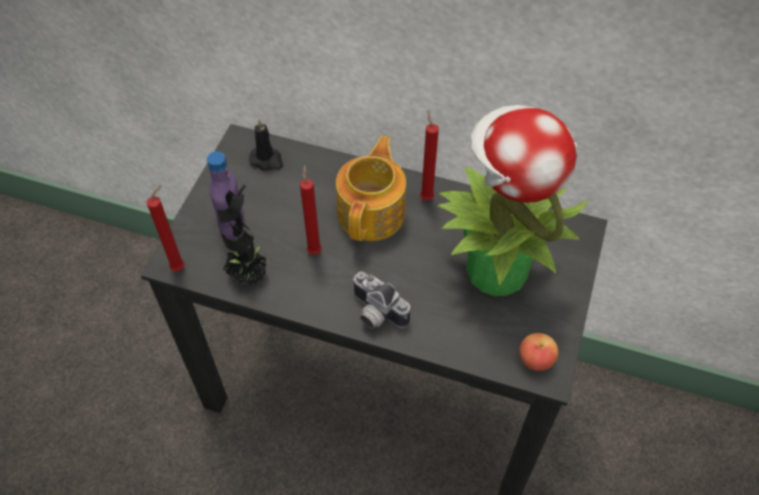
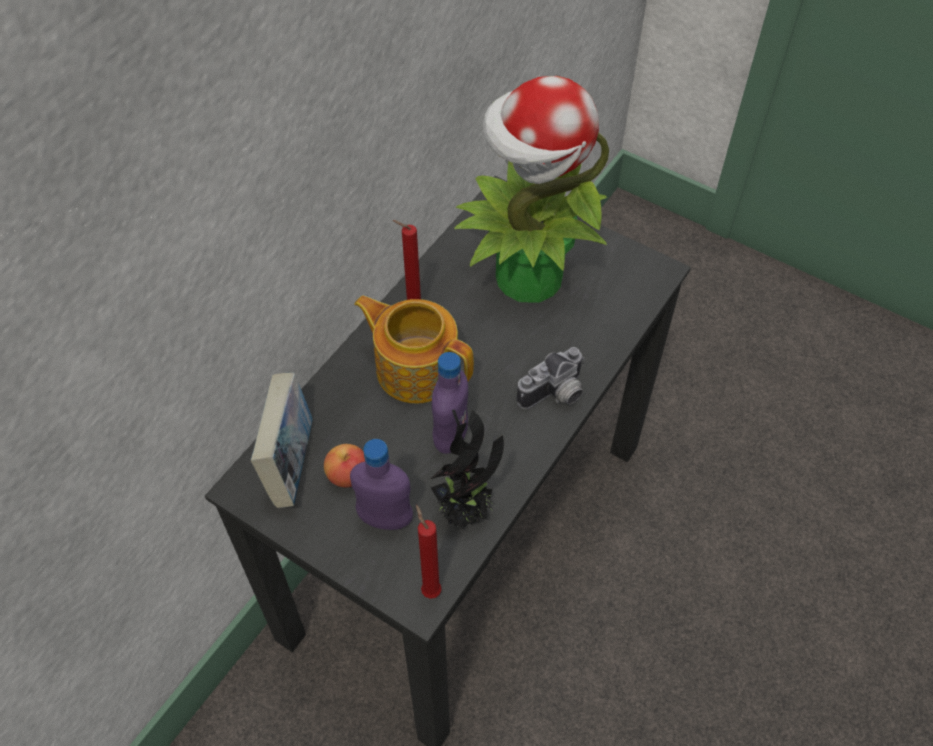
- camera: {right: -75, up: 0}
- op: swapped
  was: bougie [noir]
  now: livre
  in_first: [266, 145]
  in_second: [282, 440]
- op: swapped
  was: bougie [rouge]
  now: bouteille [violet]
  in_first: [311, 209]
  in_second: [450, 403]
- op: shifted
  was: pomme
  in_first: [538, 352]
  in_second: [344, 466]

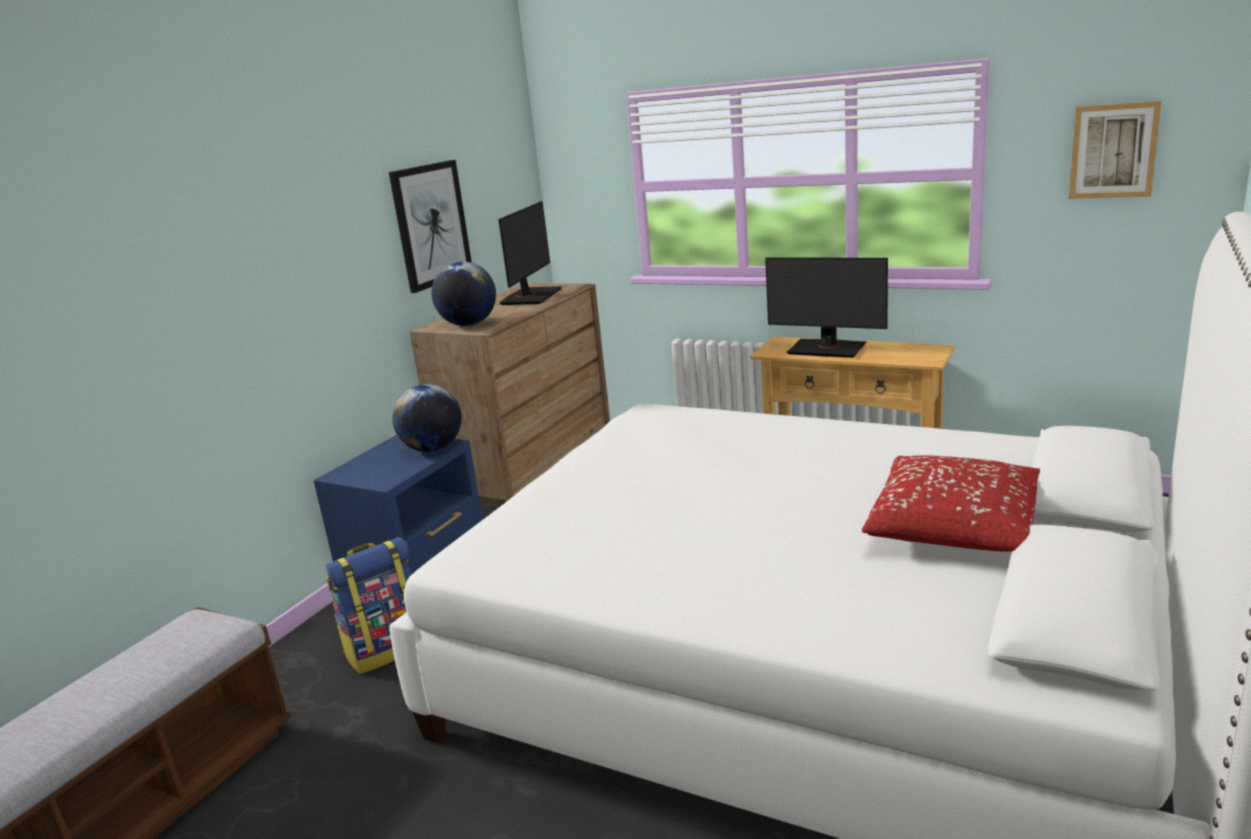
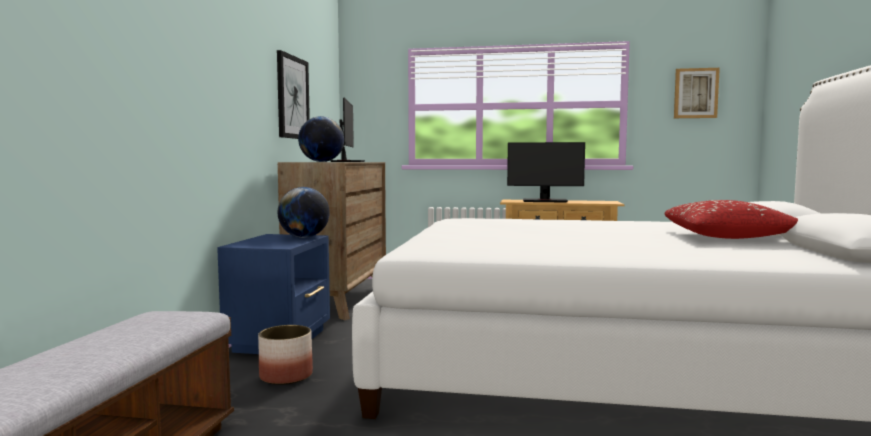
- camera: {right: -20, up: -15}
- op: swapped
  was: sac à dos
  now: cache-pot
  in_first: [369, 605]
  in_second: [285, 355]

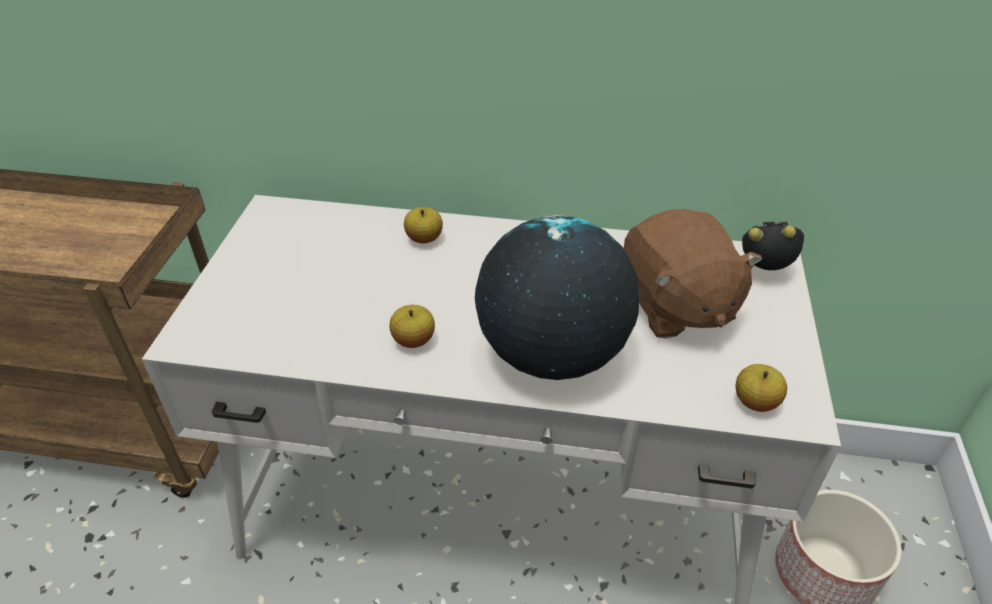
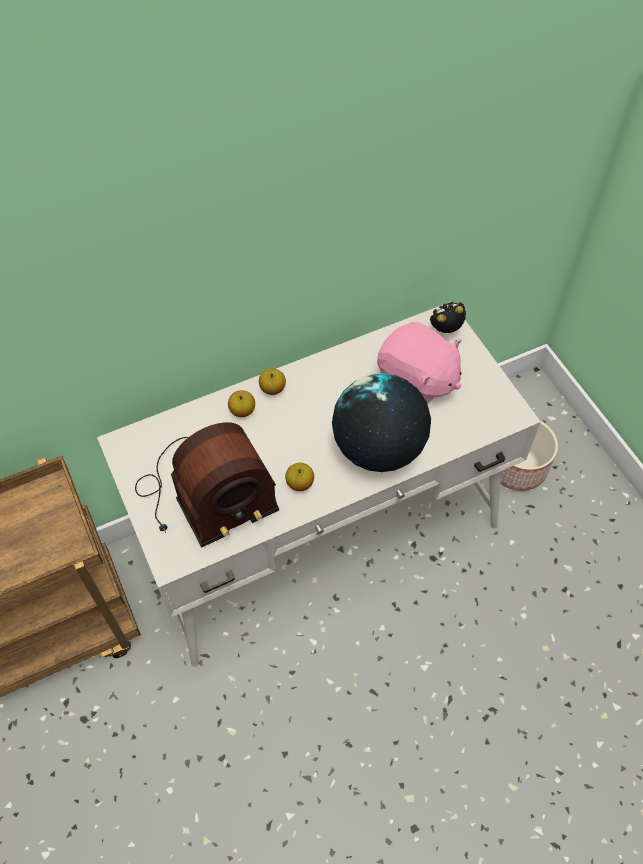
- camera: {right: -35, up: 15}
- op: repainted
  was: peluche [marron]
  now: peluche [rose]
  in_first: [693, 274]
  in_second: [419, 363]
- op: shifted
  was: pomme
  in_first: [761, 388]
  in_second: [272, 381]
- op: new
  now: radio
  in_second: [207, 485]

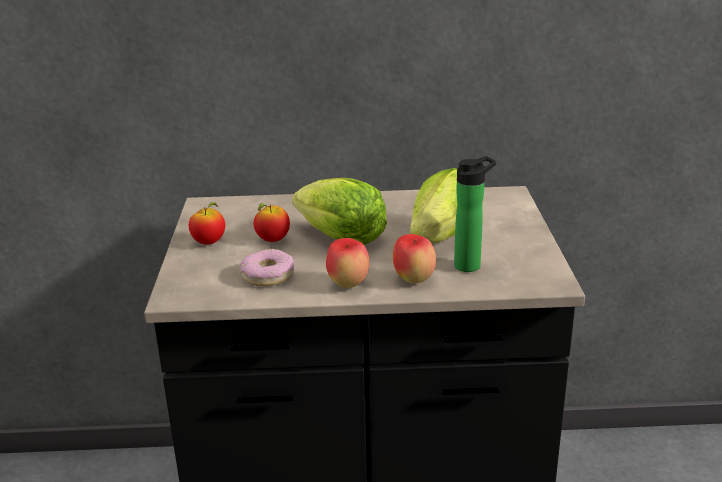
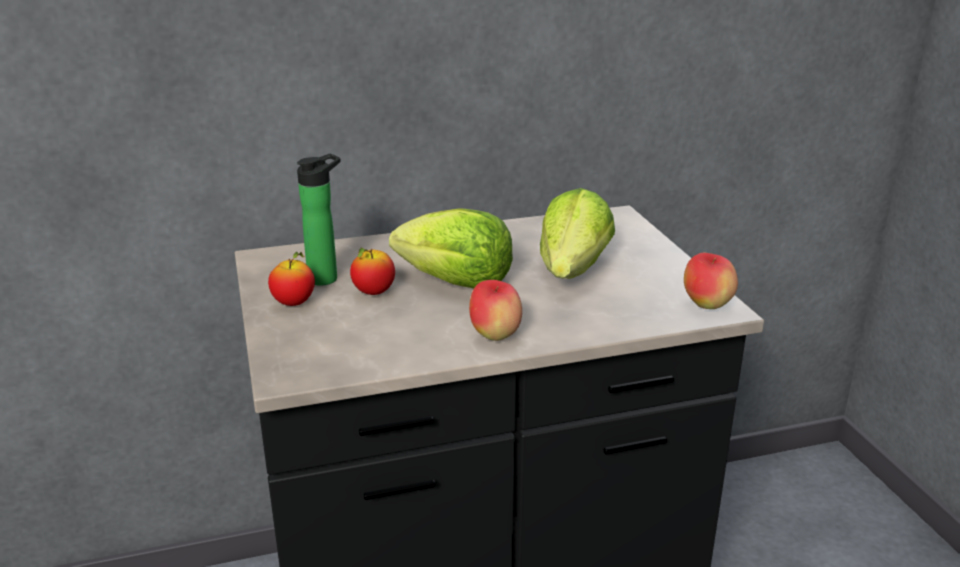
- camera: {right: -15, up: 0}
- op: gone
  was: beignet
  in_first: [267, 267]
- op: shifted
  was: pomme
  in_first: [414, 259]
  in_second: [711, 281]
- op: shifted
  was: bouteille
  in_first: [475, 214]
  in_second: [319, 220]

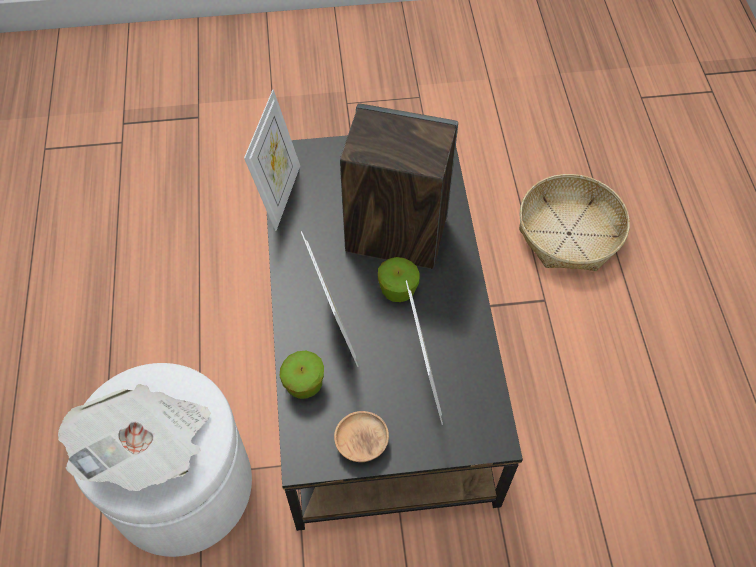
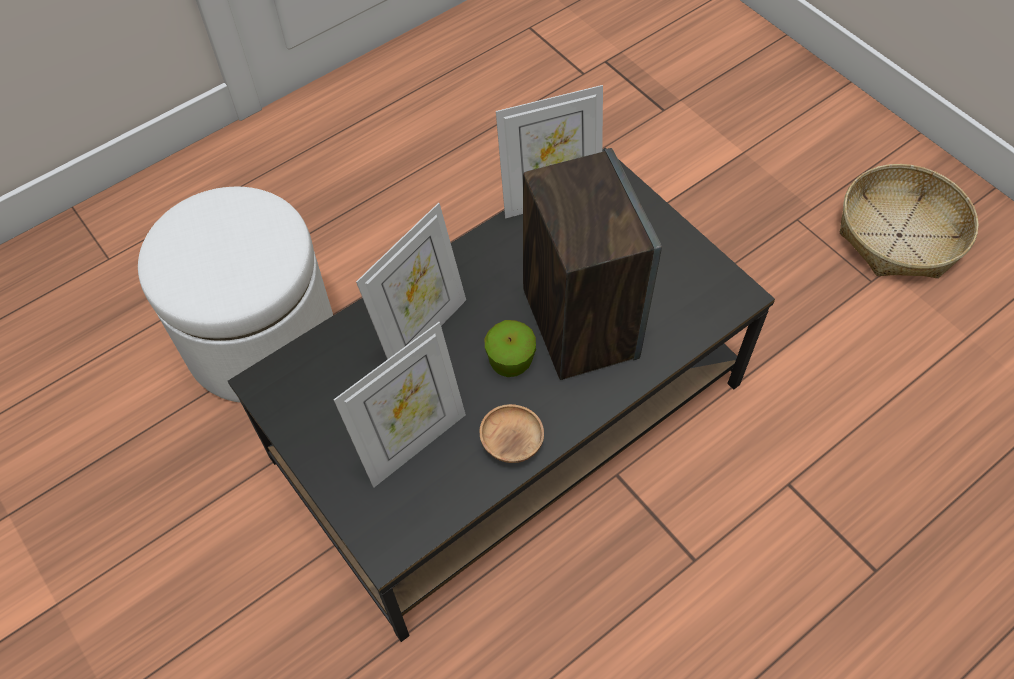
- camera: {right: 60, up: 0}
- op: gone
  was: journal
  in_first: [134, 437]
- op: gone
  was: pomme
  in_first: [302, 374]
- op: shifted
  was: bol [marron]
  in_first: [361, 436]
  in_second: [512, 433]
- op: shifted
  was: panier
  in_first: [574, 222]
  in_second: [909, 221]

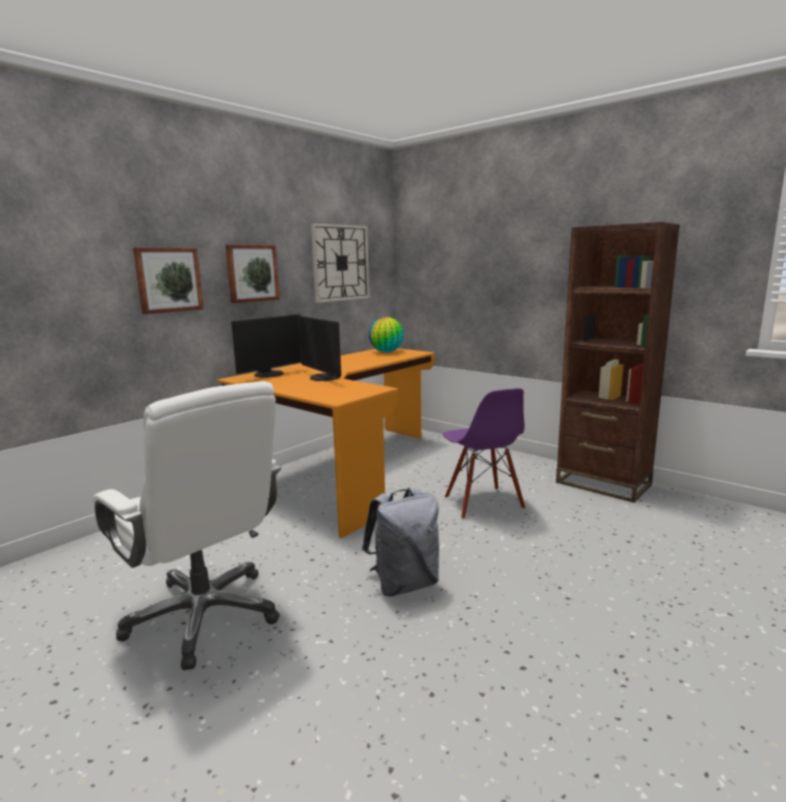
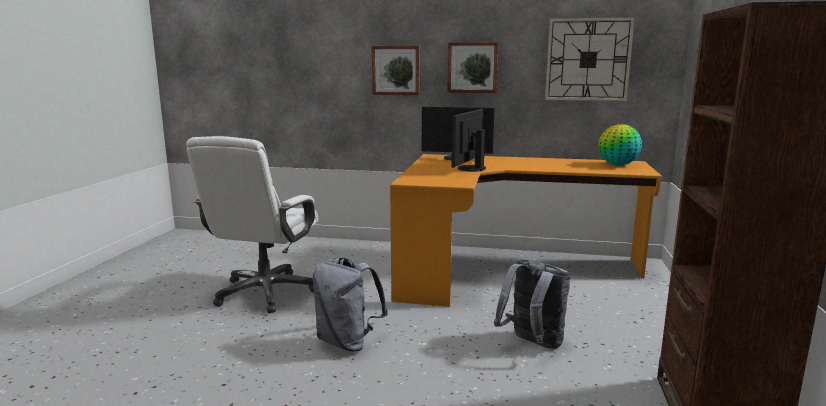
- camera: {right: 60, up: 0}
- op: swapped
  was: chaise [violet]
  now: sac à dos [gris]
  in_first: [484, 453]
  in_second: [532, 304]

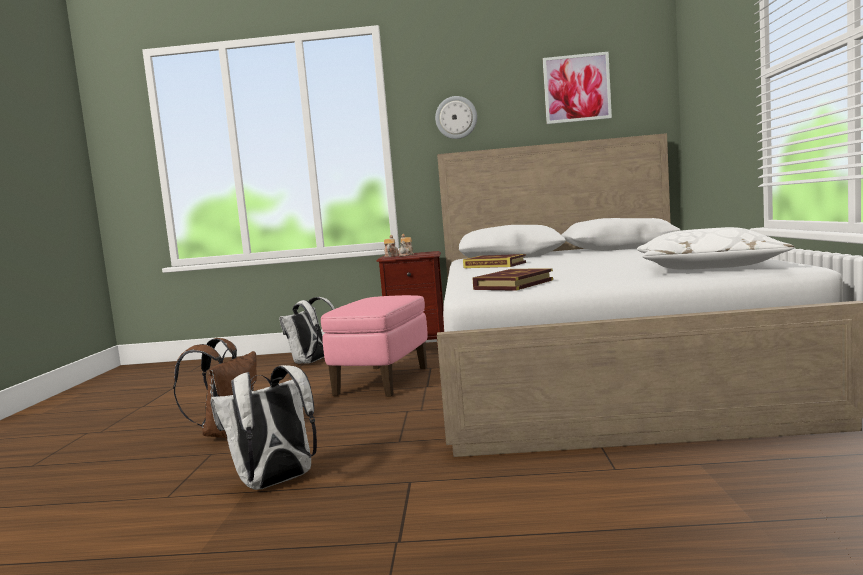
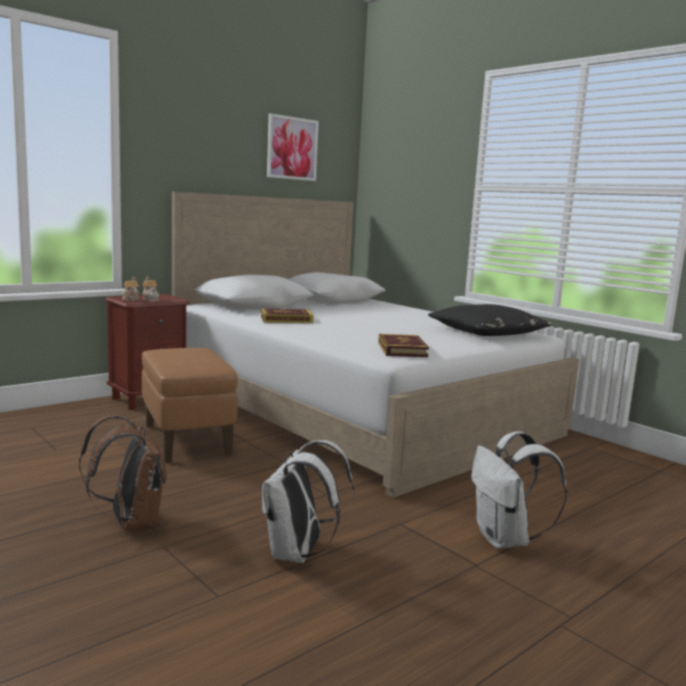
- camera: {right: -45, up: 5}
- op: shifted
  was: sac à dos [blanc]
  in_first: [307, 330]
  in_second: [519, 490]
- op: repainted
  was: pouf [rose]
  now: pouf [marron]
  in_first: [374, 346]
  in_second: [190, 405]
- op: gone
  was: horloge murale
  in_first: [456, 117]
- op: repainted
  was: coussin [blanc]
  now: coussin [noir]
  in_first: [716, 248]
  in_second: [490, 320]

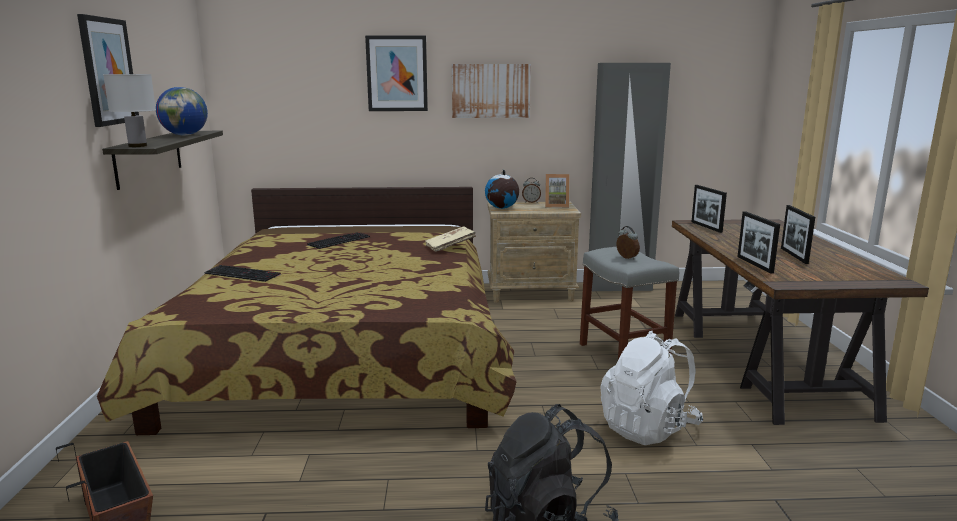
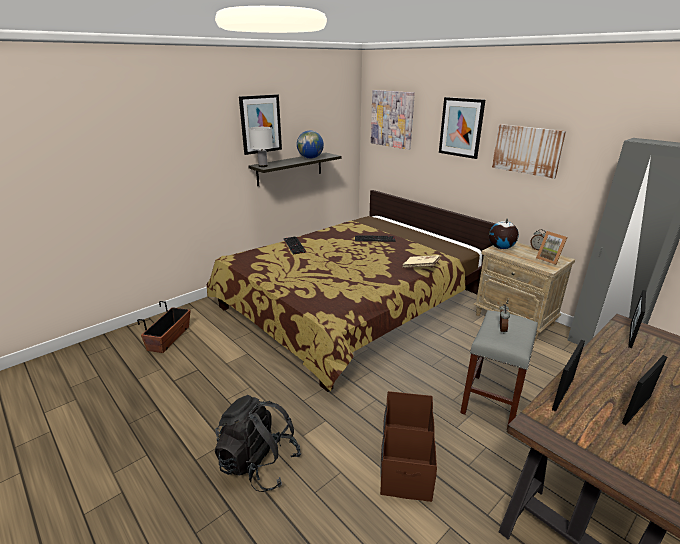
- camera: {right: 50, up: 10}
- op: swapped
  was: sac à dos [blanc]
  now: boîte de rangement [marron]
  in_first: [651, 388]
  in_second: [408, 446]
- op: new
  now: tableau
  in_second: [393, 120]

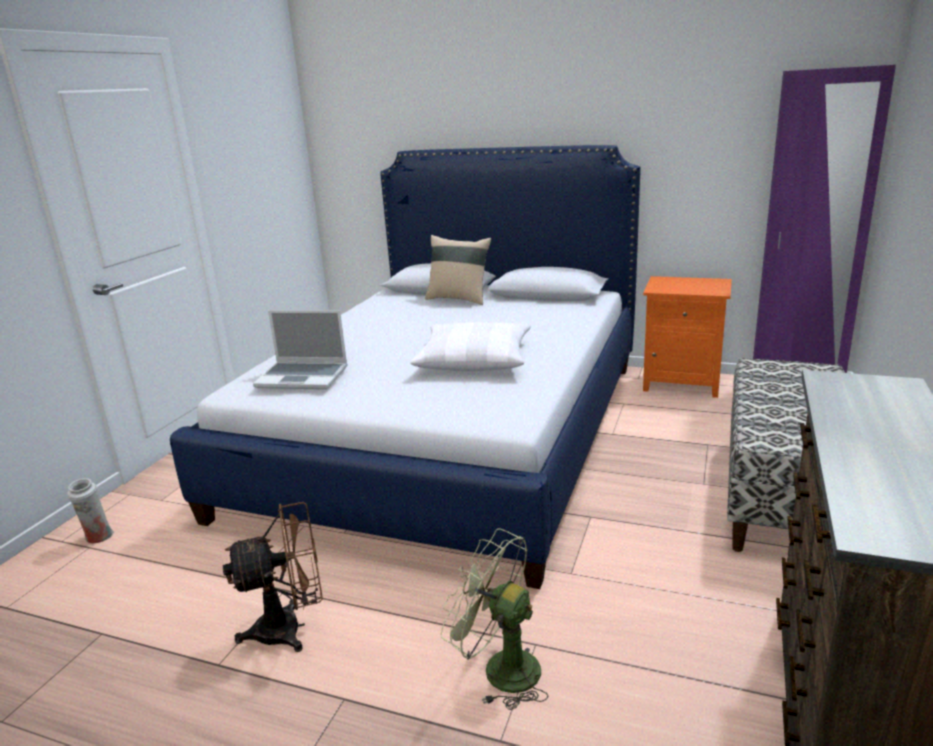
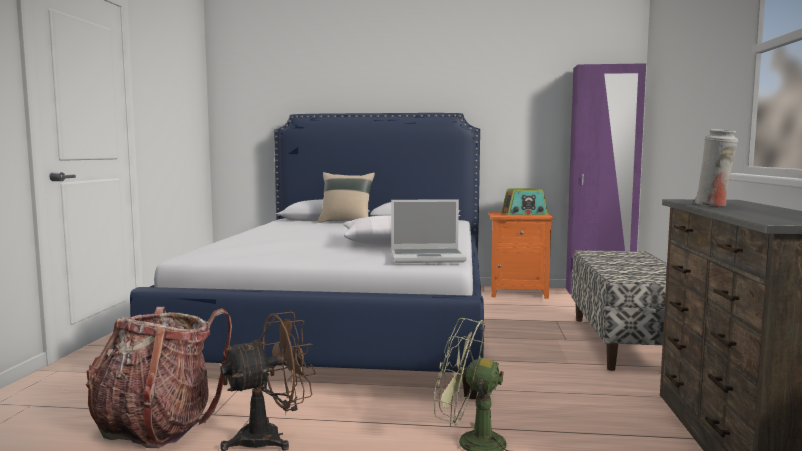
- camera: {right: -15, up: -15}
- op: shifted
  was: vase [blanc]
  in_first: [90, 510]
  in_second: [716, 167]
- op: shifted
  was: ordinateur portable
  in_first: [300, 350]
  in_second: [429, 231]
- op: new
  now: sac à dos
  in_second: [159, 377]
- op: new
  now: radio
  in_second: [524, 201]

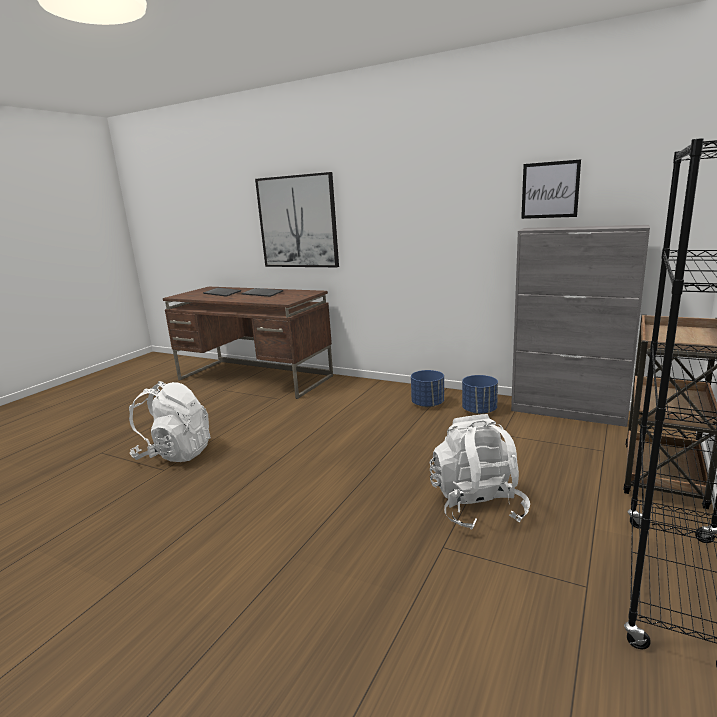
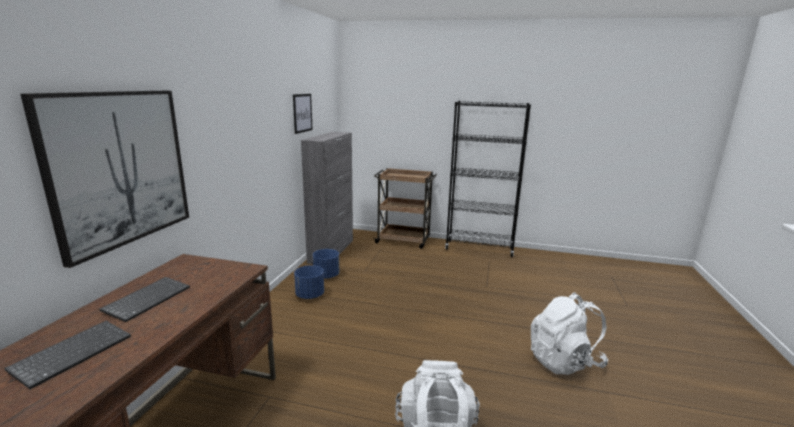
- camera: {right: -105, up: 0}
- op: shifted
  was: sac à dos [blanc]
  in_first: [480, 472]
  in_second: [569, 333]

